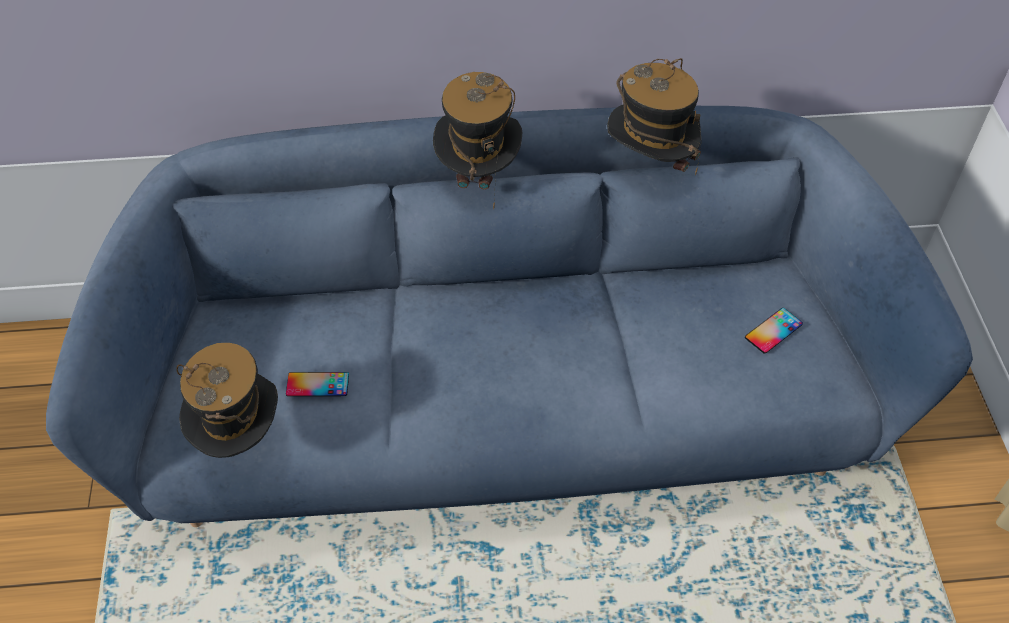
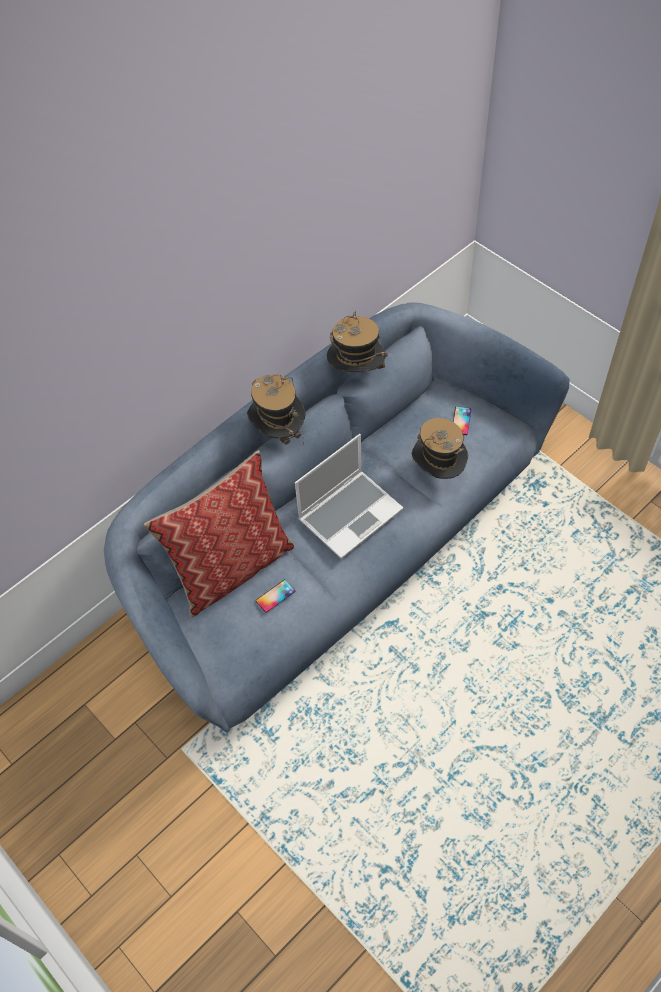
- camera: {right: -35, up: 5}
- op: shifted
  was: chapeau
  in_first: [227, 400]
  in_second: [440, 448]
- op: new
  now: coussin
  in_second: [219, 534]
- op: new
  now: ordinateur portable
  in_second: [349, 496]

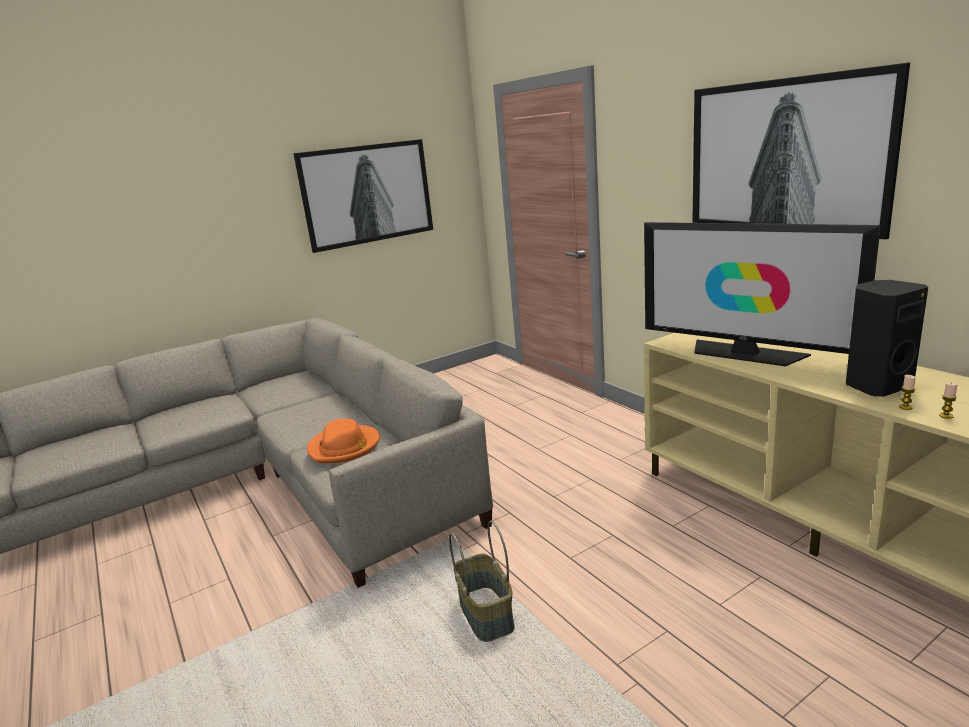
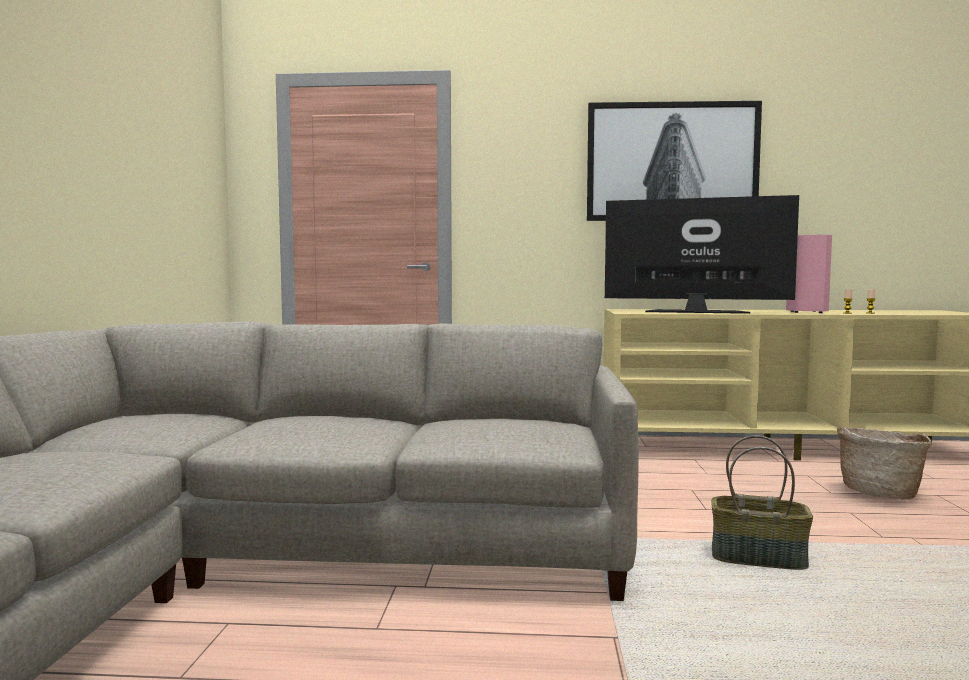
- camera: {right: -55, up: -15}
- op: gone
  was: tableau
  in_first: [363, 196]
- op: gone
  was: chapeau [orange]
  in_first: [343, 441]
- op: rotated
  was: téléviseur
  in_first: [762, 294]
  in_second: [702, 254]
  clockwise: -150
- op: repainted
  was: enceinte [noir]
  now: enceinte [rose]
  in_first: [887, 338]
  in_second: [809, 274]
- op: new
  now: panier
  in_second: [884, 463]

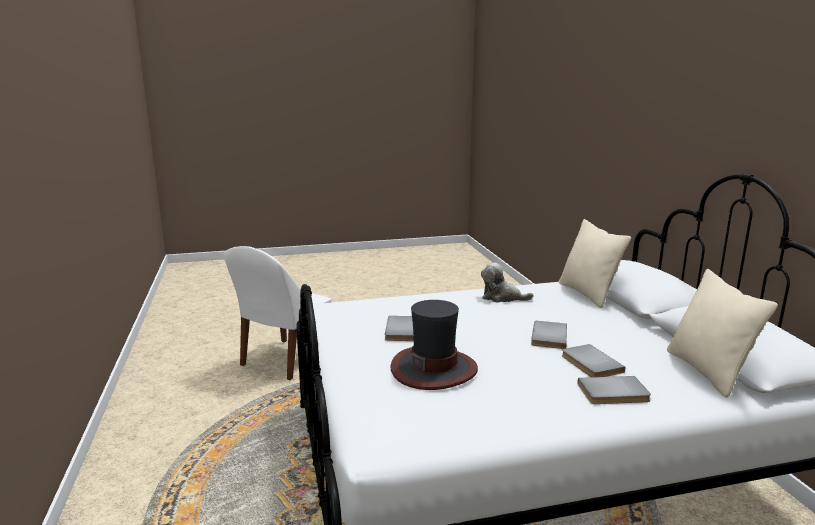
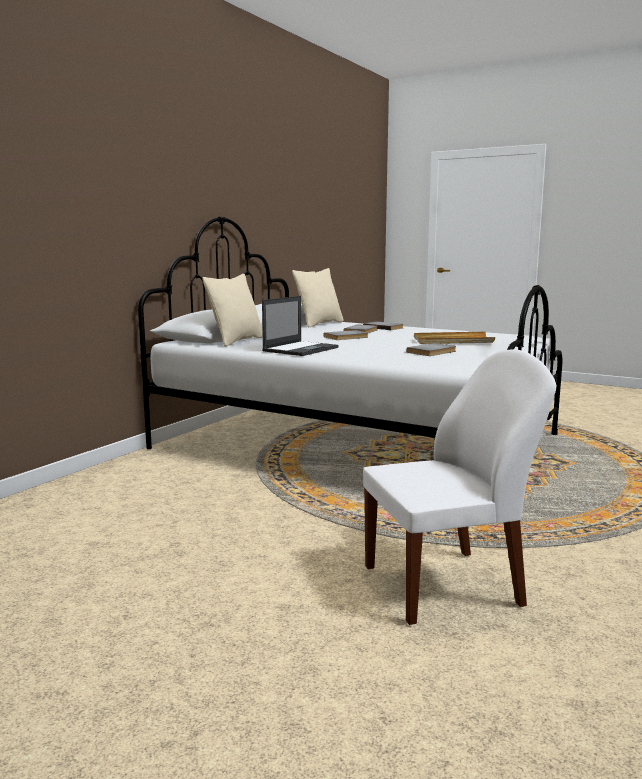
- camera: {right: -135, up: -5}
- op: swapped
  was: chapeau
  now: plateau [beige]
  in_first: [434, 345]
  in_second: [454, 338]
- op: swapped
  was: peluche
  now: ordinateur portable
  in_first: [507, 282]
  in_second: [300, 326]

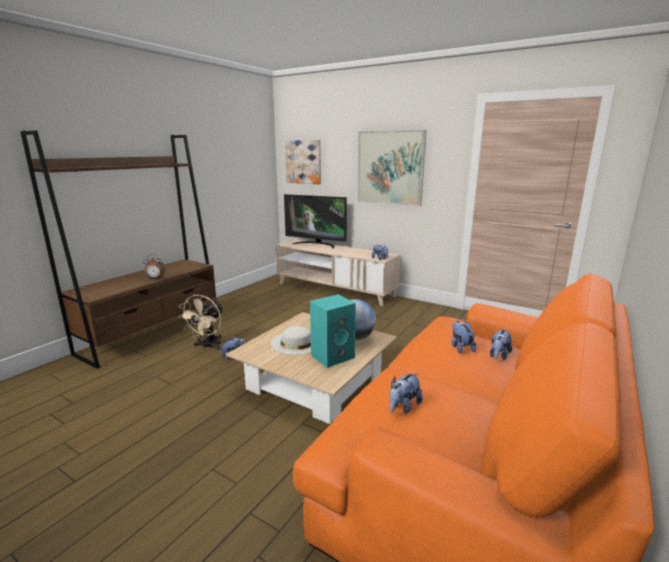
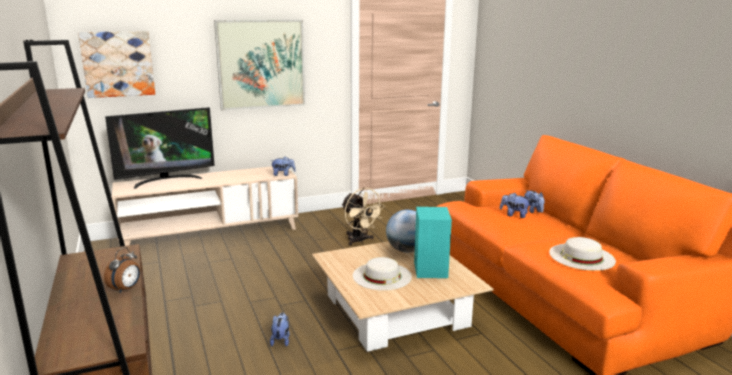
- camera: {right: -55, up: 0}
- op: shifted
  was: ventilateur [beige]
  in_first: [200, 322]
  in_second: [363, 216]
- op: swapped
  was: peluche
  now: chapeau [blanc]
  in_first: [406, 393]
  in_second: [582, 254]

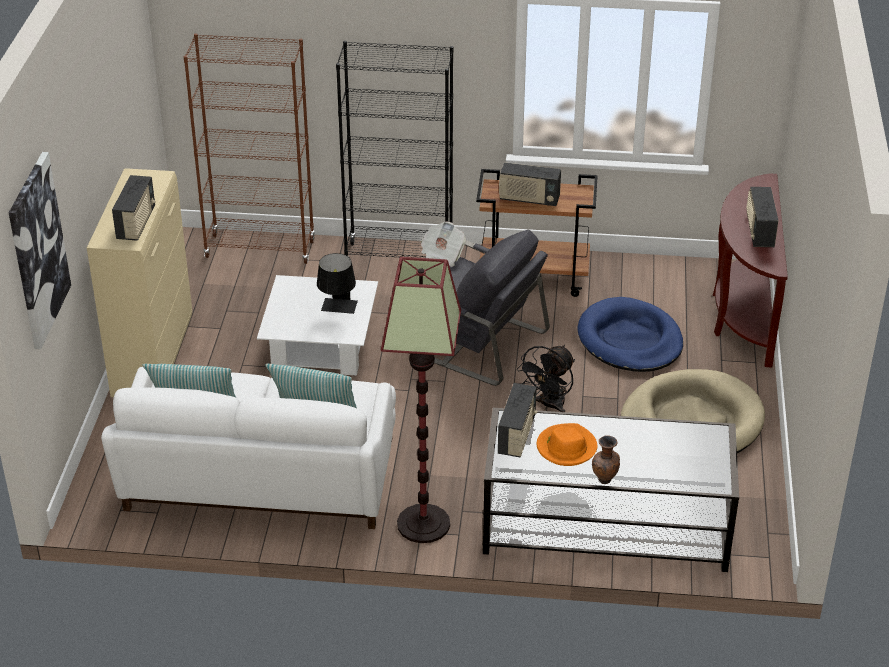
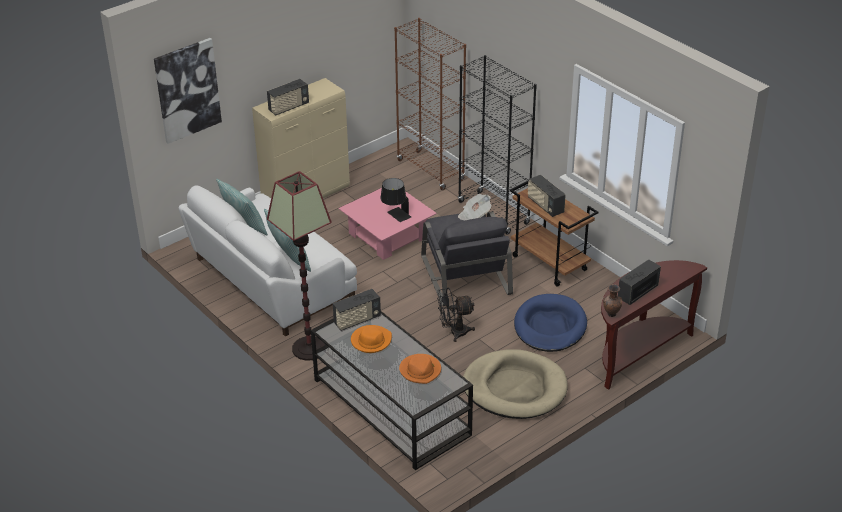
- camera: {right: 45, up: 0}
- op: repainted
  was: table basse [blanc]
  now: table basse [rose]
  in_first: [317, 325]
  in_second: [388, 224]
- op: shifted
  was: vase [marron]
  in_first: [606, 459]
  in_second: [612, 300]
- op: new
  now: chapeau [orange]
  in_second: [420, 369]

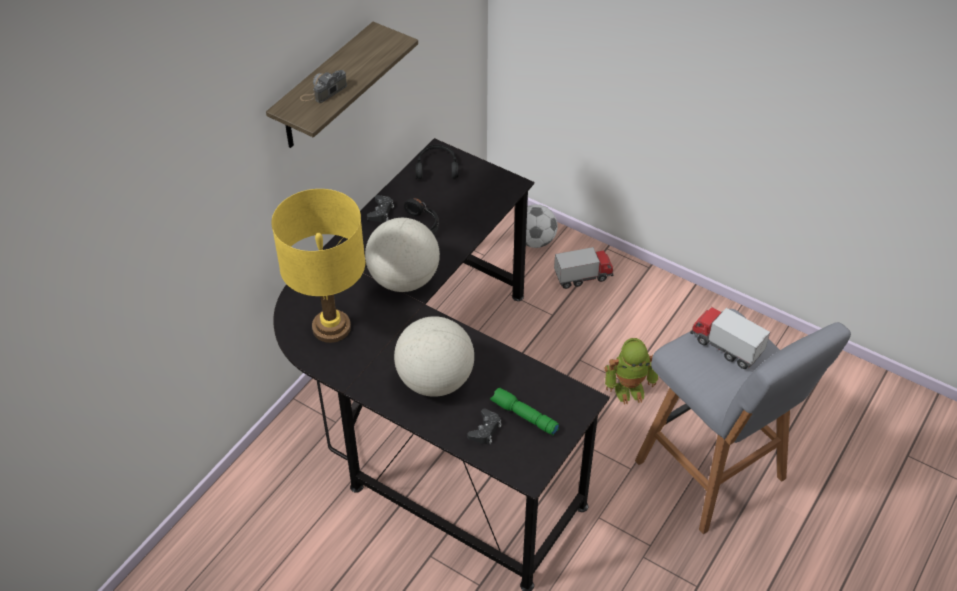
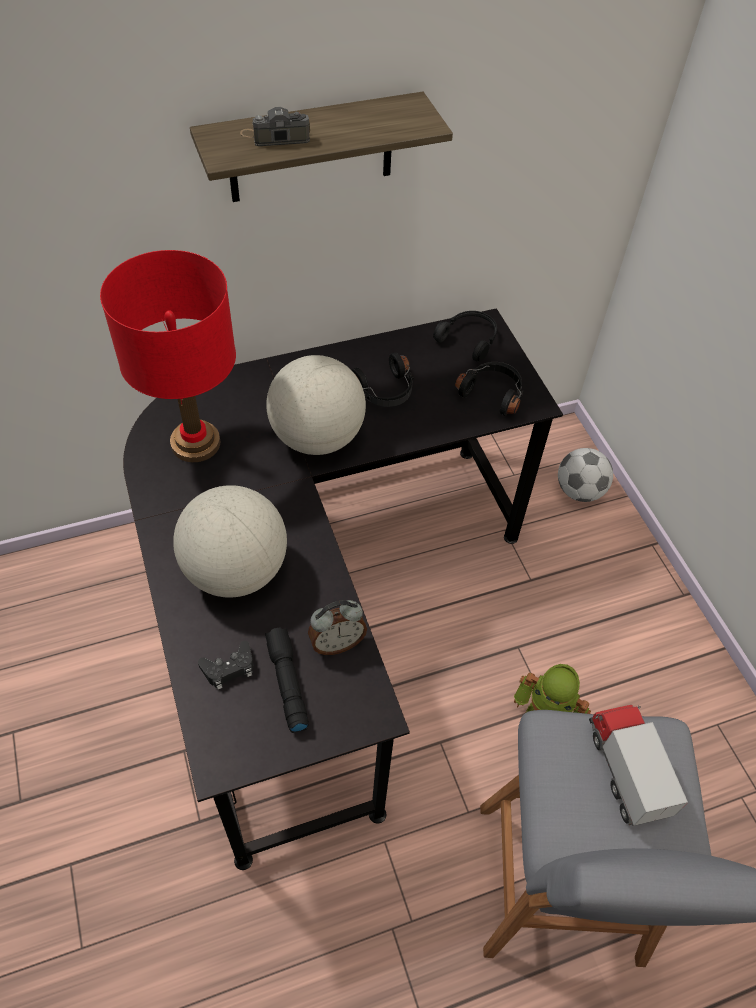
- camera: {right: 35, up: 5}
- op: repainted
  was: lampe de table [jaune]
  now: lampe de table [rouge]
  in_first: [318, 266]
  in_second: [168, 356]
- op: gone
  was: manette [noir]
  in_first: [380, 208]
- op: repainted
  was: lampe de poche [vert]
  now: lampe de poche [noir]
  in_first: [524, 412]
  in_second: [287, 680]
- op: gone
  was: camion jouet
  in_first: [584, 268]
- op: new
  now: réveil
  in_second: [337, 627]
- op: new
  now: casque audio [noir]
  in_second: [489, 389]

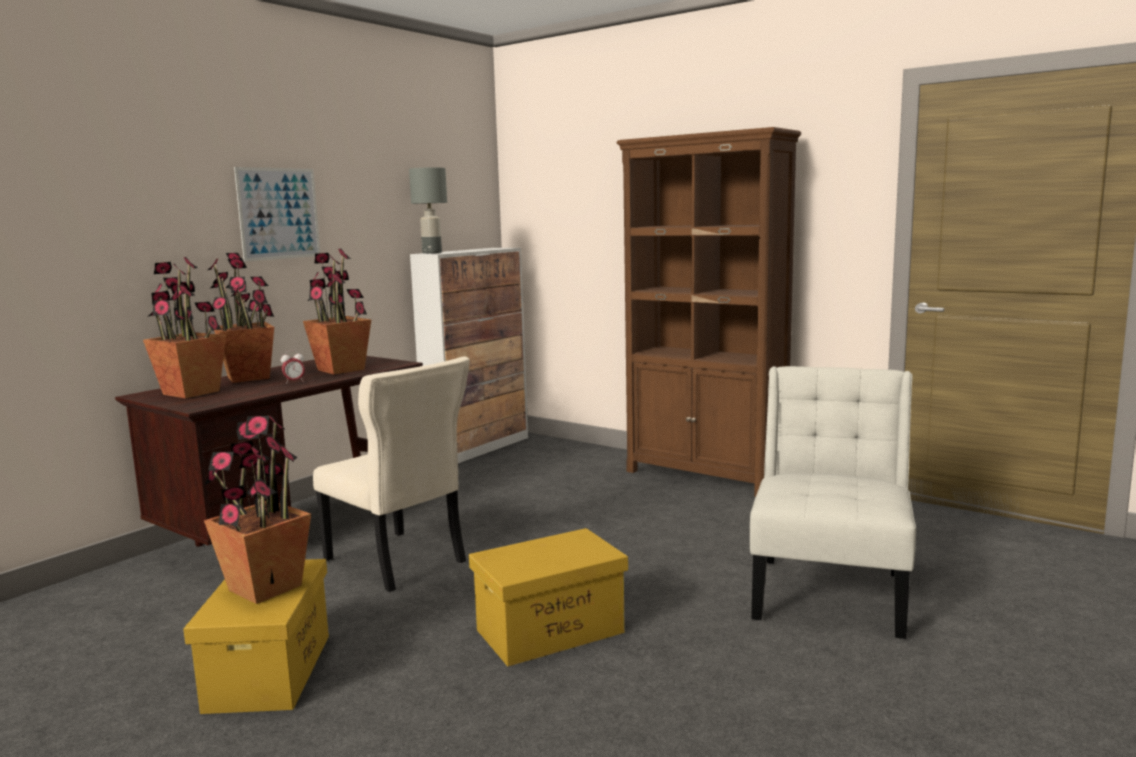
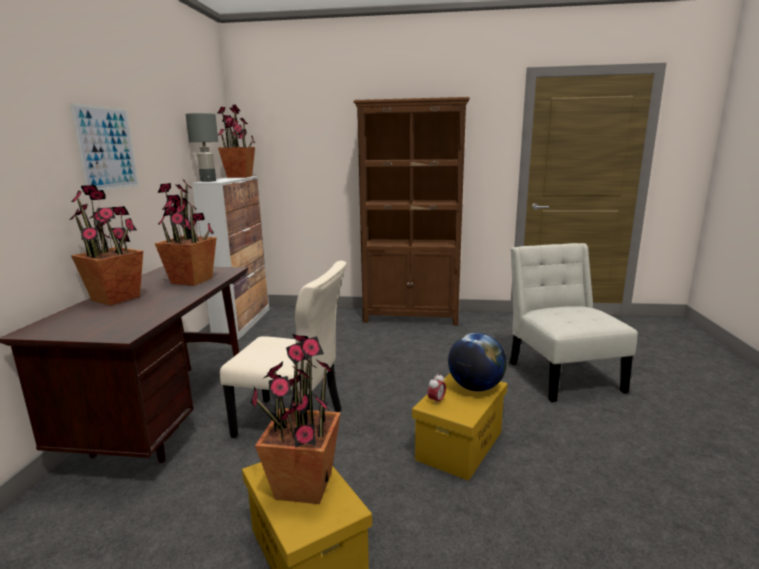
- camera: {right: -30, up: 5}
- op: shifted
  was: plante en pot
  in_first: [184, 328]
  in_second: [236, 141]
- op: shifted
  was: réveil
  in_first: [293, 367]
  in_second: [437, 389]
- op: new
  now: globe
  in_second: [477, 362]

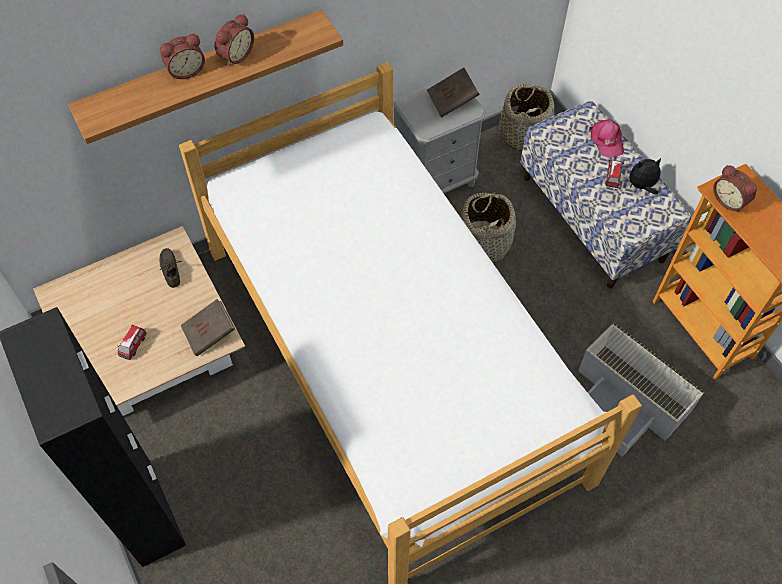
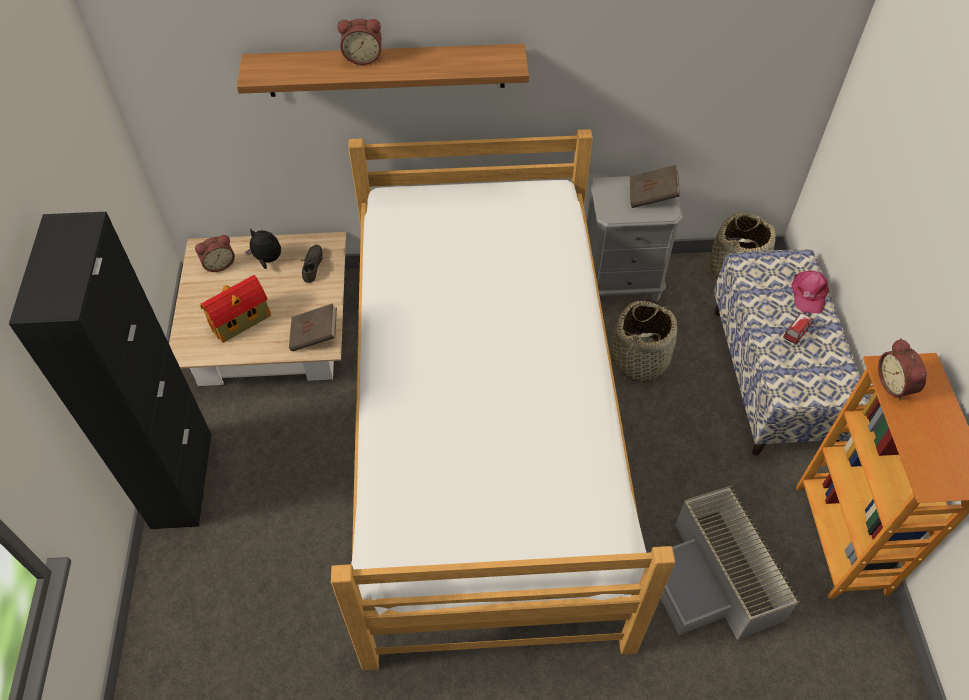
- camera: {right: 25, up: -5}
- op: swapped
  was: petite voiture
  now: maison miniature
  in_first: [132, 342]
  in_second: [235, 309]
- op: shifted
  was: réveil
  in_first: [234, 40]
  in_second: [215, 253]
- op: shifted
  was: peluche
  in_first: [645, 176]
  in_second: [263, 249]

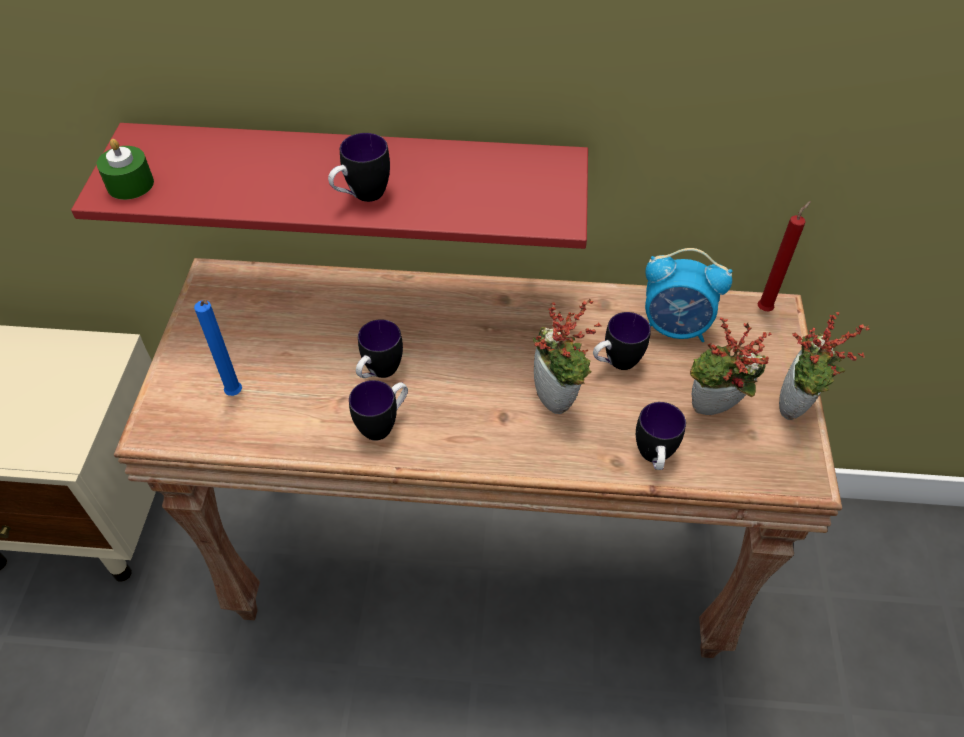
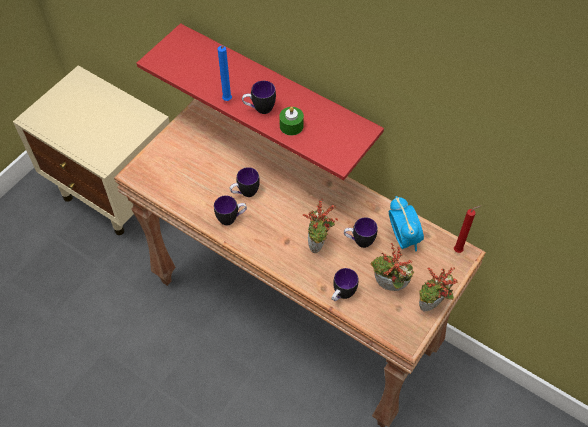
- camera: {right: 30, up: 5}
- op: shifted
  was: bougie [vert]
  in_first: [125, 169]
  in_second: [291, 121]
- op: shifted
  was: bougie [bleu]
  in_first: [218, 348]
  in_second: [225, 73]
- op: rotated
  was: réveil
  in_first: [688, 295]
  in_second: [406, 223]
  clockwise: -150

